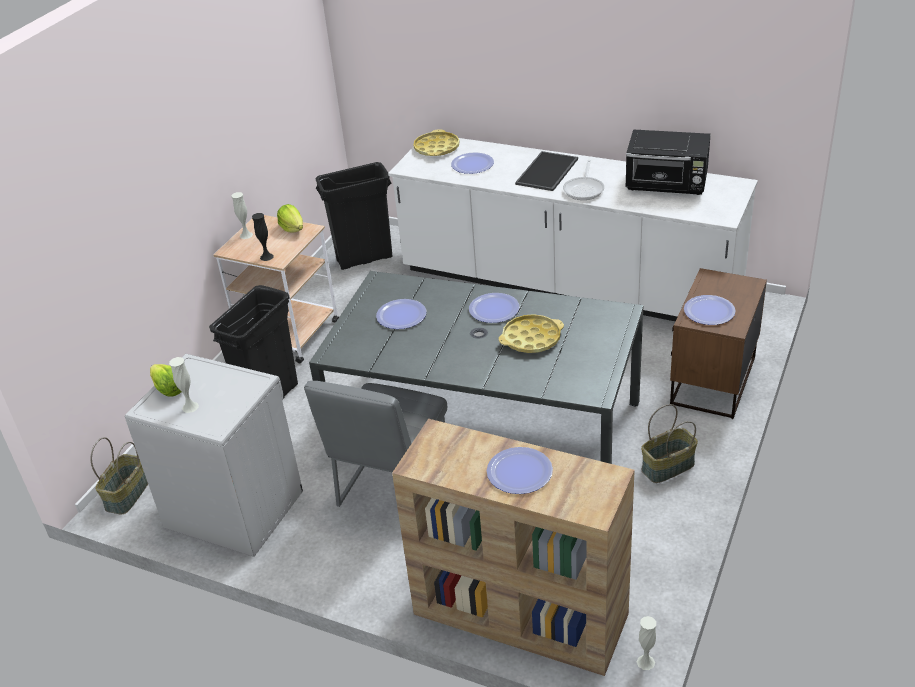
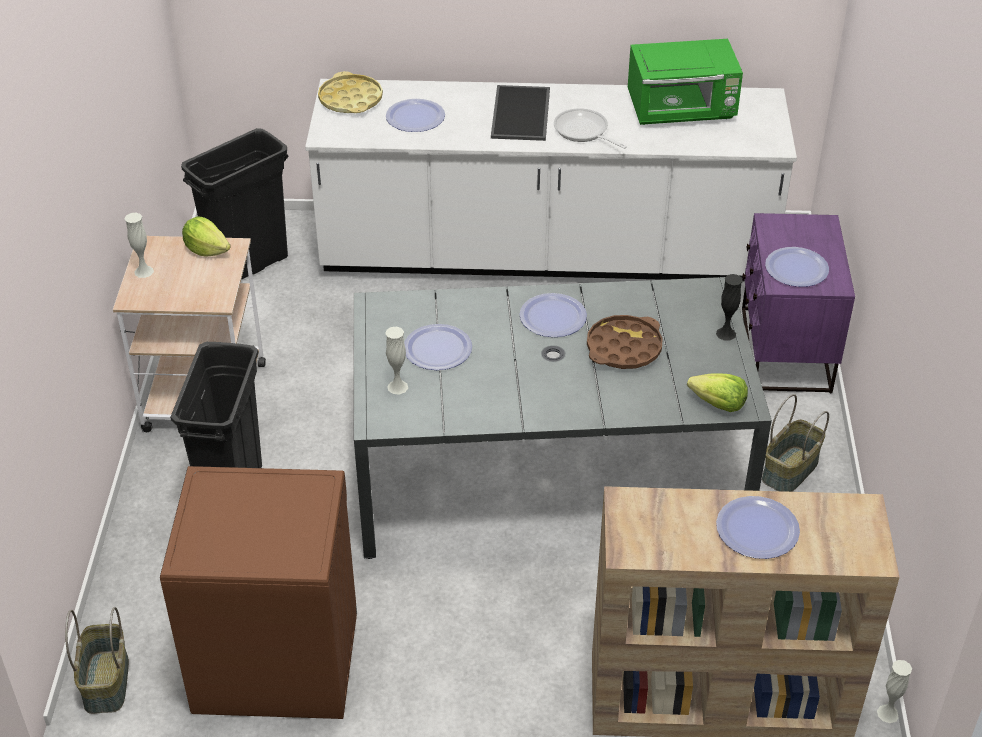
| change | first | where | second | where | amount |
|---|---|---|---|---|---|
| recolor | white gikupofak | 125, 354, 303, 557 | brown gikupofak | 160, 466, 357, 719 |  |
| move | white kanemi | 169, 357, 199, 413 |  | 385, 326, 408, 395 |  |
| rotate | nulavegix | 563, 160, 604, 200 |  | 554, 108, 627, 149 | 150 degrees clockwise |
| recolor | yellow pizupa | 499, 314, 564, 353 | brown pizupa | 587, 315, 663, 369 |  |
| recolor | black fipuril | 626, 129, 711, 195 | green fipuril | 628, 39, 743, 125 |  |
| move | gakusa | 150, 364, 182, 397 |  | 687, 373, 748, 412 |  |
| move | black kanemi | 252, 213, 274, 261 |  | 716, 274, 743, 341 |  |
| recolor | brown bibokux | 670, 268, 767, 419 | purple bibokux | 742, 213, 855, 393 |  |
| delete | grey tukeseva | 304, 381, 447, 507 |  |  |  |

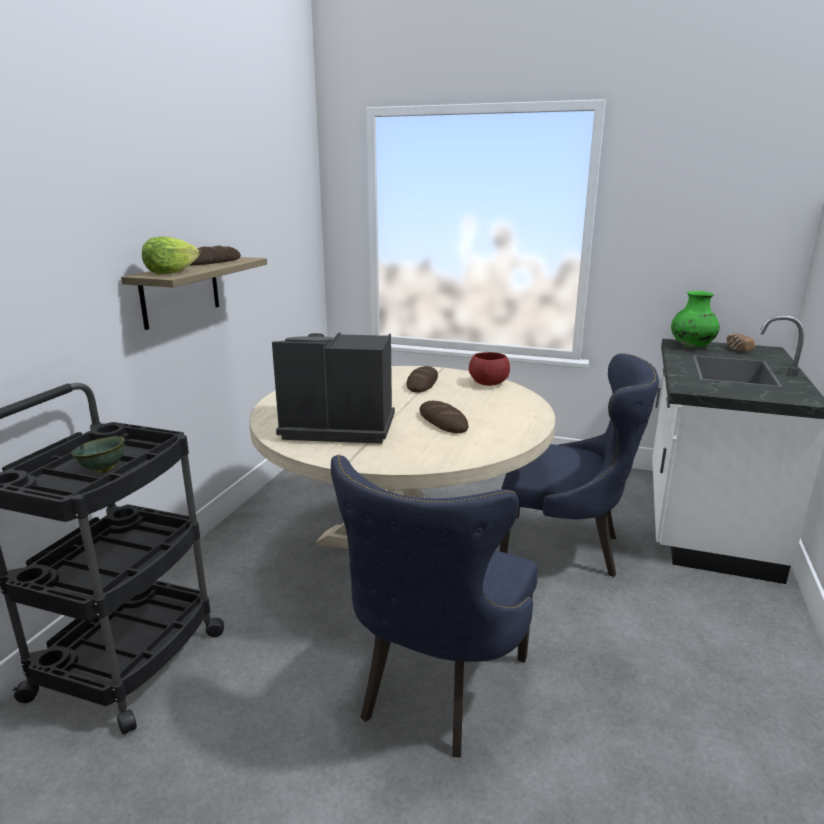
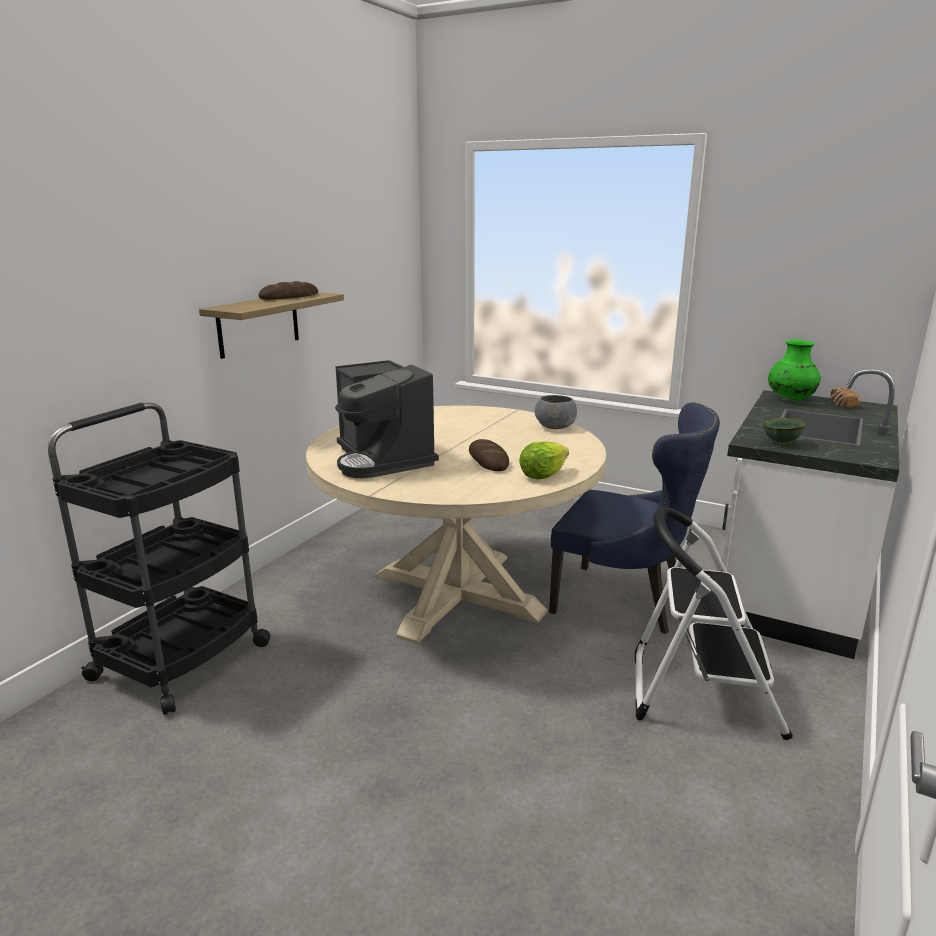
| change | first | where | second | where | amount |
|---|---|---|---|---|---|
| rotate | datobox | 272, 333, 395, 444 |  | 335, 360, 439, 478 | 135 degrees counterclockwise |
| move | gakusa | 142, 237, 200, 274 |  | 519, 441, 569, 479 |  |
| recolor | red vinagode | 469, 352, 510, 386 | grey vinagode | 535, 395, 577, 429 |  |
| insert |  |  | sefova | 635, 507, 793, 740 |  |
| move | green vinagode | 71, 436, 125, 473 |  | 763, 418, 806, 445 |  |
| delete | blue tukeseva | 331, 455, 538, 758 |  |  |  |
| delete | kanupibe | 406, 366, 438, 393 |  |  |  |

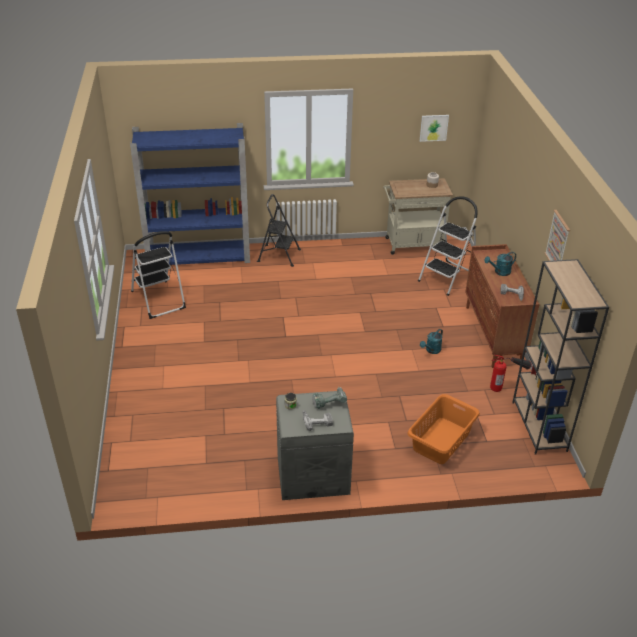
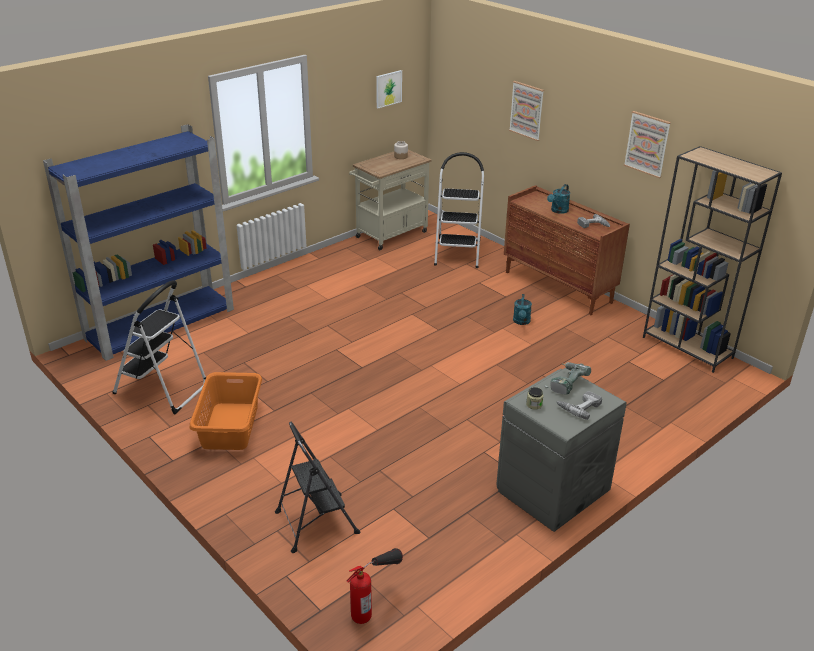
| change | first | where | second | where | amount |
|---|---|---|---|---|---|
| move | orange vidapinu | 407, 394, 480, 464 |  | 190, 372, 262, 450 |  |
| move | black sefova | 257, 194, 301, 267 |  | 275, 422, 360, 553 |  |
| move | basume | 490, 355, 532, 392 |  | 346, 548, 403, 624 |  |
| insert |  |  | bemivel | 509, 81, 544, 141 |  |

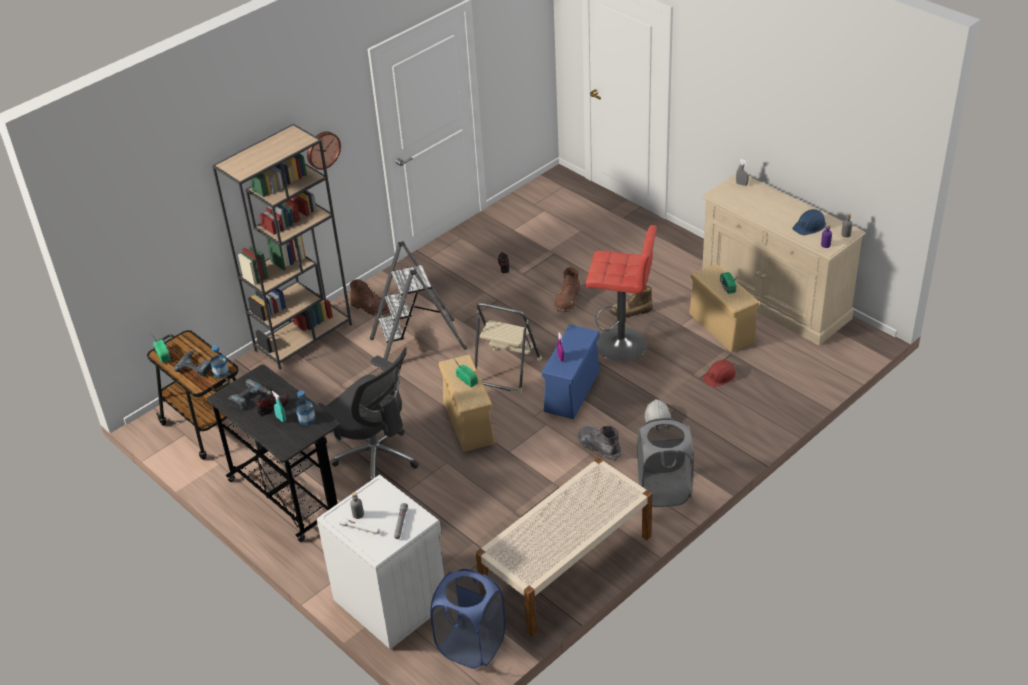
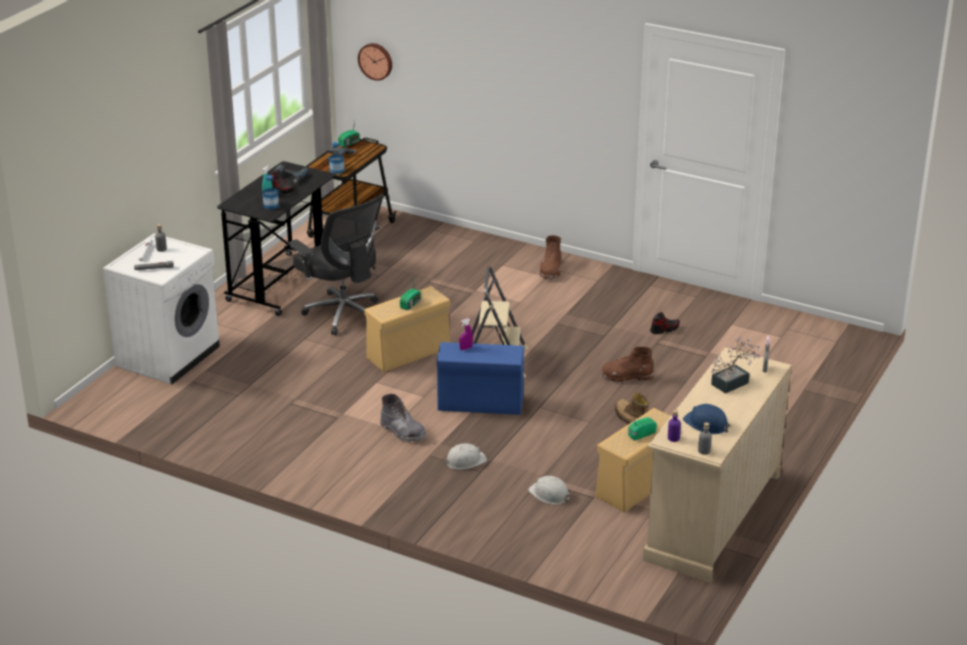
| change | first | where | second | where | amount |
|---|---|---|---|---|---|
| rotate | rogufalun | 317, 347, 419, 480 |  | 288, 194, 384, 335 | 60 degrees counterclockwise |
| move | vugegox | 307, 131, 341, 170 |  | 358, 43, 392, 81 |  |
| rotate | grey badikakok | 578, 425, 622, 461 |  | 380, 394, 426, 443 | 105 degrees clockwise |
| recolor | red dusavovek | 702, 360, 736, 387 | white dusavovek | 528, 476, 571, 505 |  |
| insert |  |  | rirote | 711, 337, 761, 394 |  |
| delete | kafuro | 212, 124, 352, 370 |  |  |  |
| delete | grey sefova | 370, 241, 467, 370 |  |  |  |
| delete | blue vidapinu | 430, 569, 506, 669 |  |  |  |
| delete | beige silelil | 475, 457, 652, 637 |  |  |  |
| delete | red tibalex | 585, 225, 657, 362 |  |  |  |
| delete | grey vidapinu | 637, 418, 694, 507 |  |  |  |

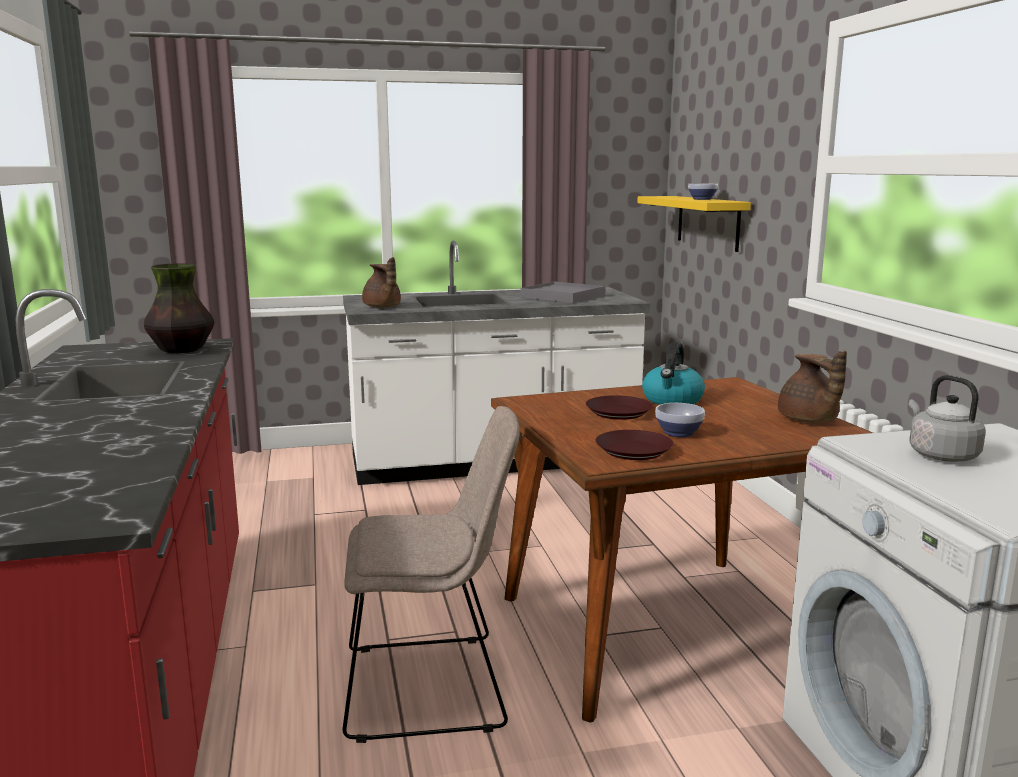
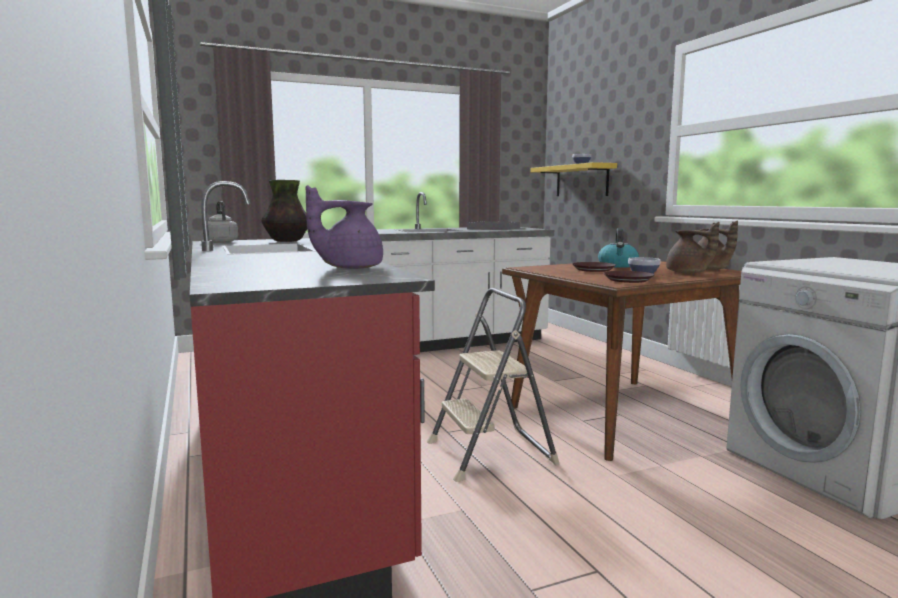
| change | first | where | second | where | amount |
|---|---|---|---|---|---|
| move | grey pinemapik | 909, 375, 986, 462 |  | 203, 201, 238, 243 |  |
| insert |  |  | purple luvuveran | 306, 185, 383, 269 |  |
| replace | beige tukeseva | 342, 406, 520, 743 | beige sefova | 427, 288, 559, 482 |  |
| move | brown luvuveran | 362, 257, 401, 308 |  | 666, 222, 719, 273 |  |

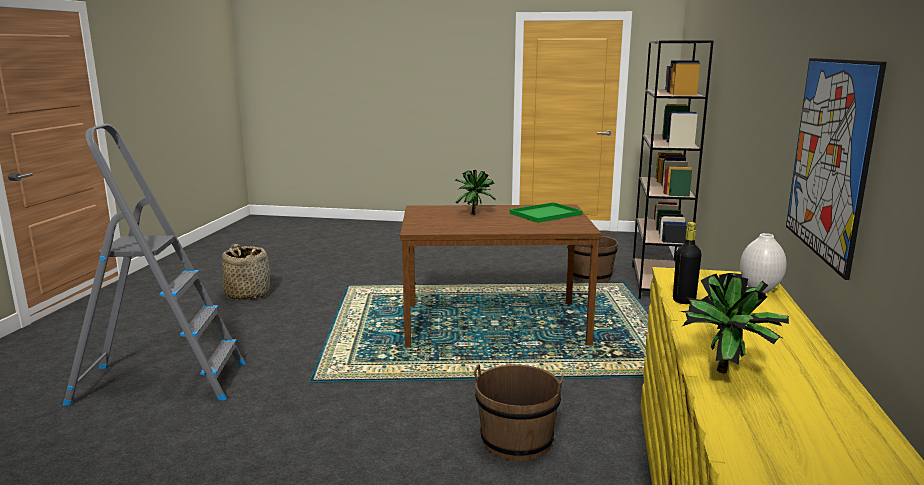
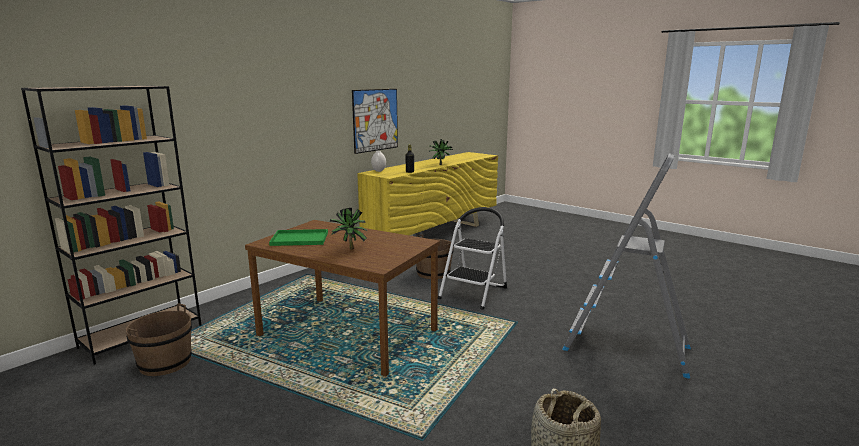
| change | first | where | second | where | amount |
|---|---|---|---|---|---|
| insert |  |  | sefova | 438, 207, 507, 310 |  |

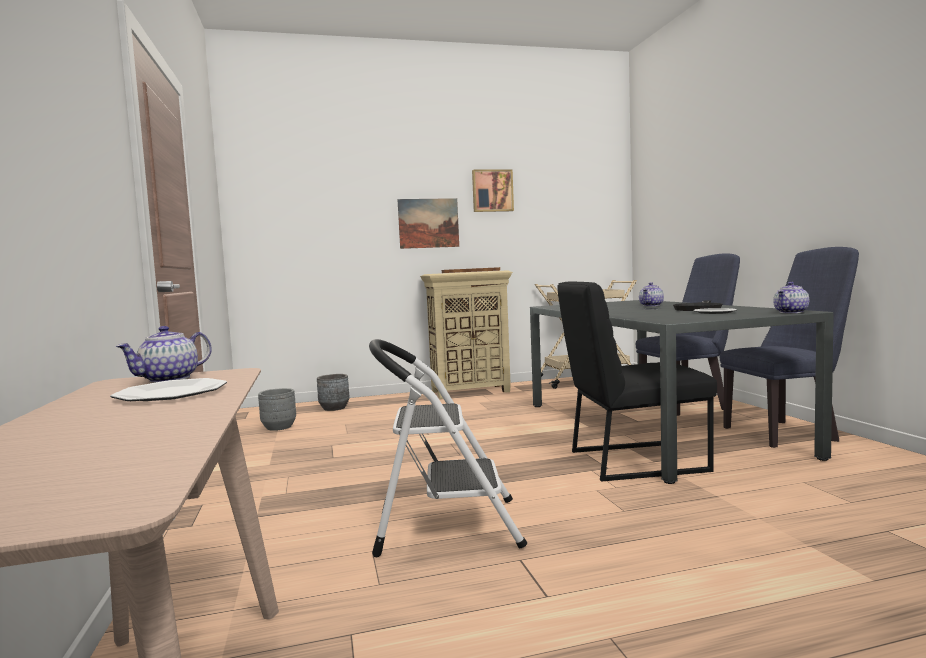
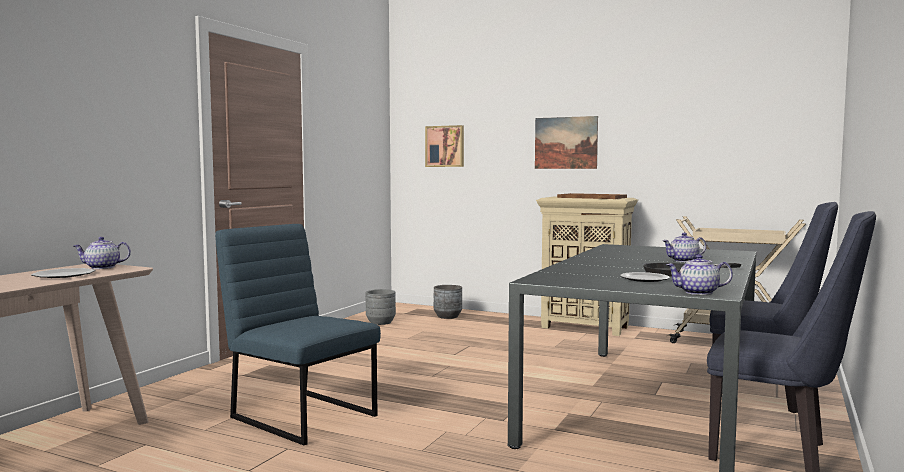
| change | first | where | second | where | amount |
|---|---|---|---|---|---|
| replace | sefova | 369, 339, 527, 557 | blue tukeseva | 215, 224, 381, 445 |  |
| move | bemivel | 472, 169, 514, 212 |  | 425, 125, 464, 167 |  |
| delete | black tukeseva | 557, 282, 717, 481 |  |  |  |

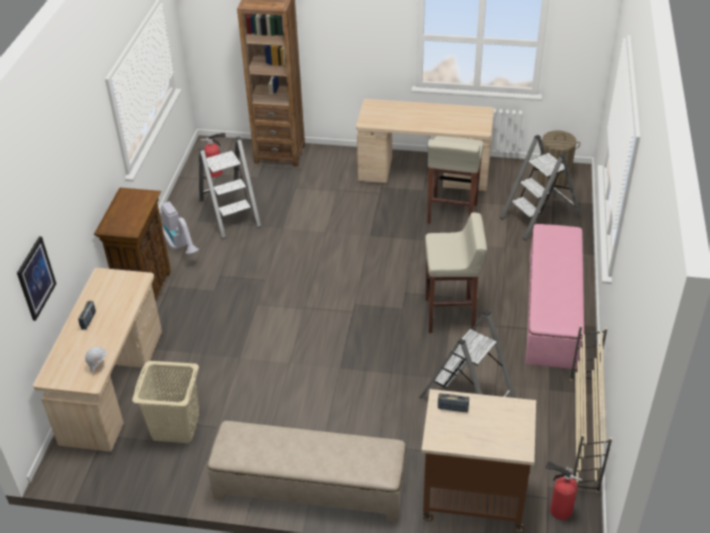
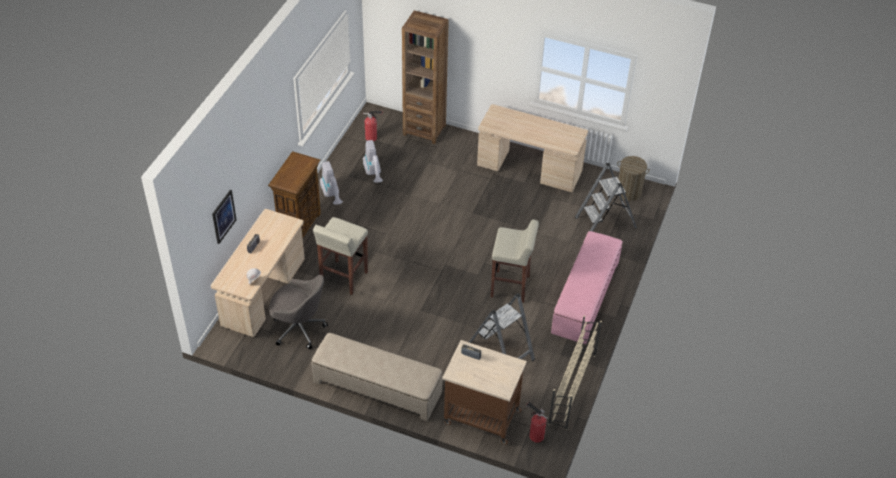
| change | first | where | second | where | amount |
|---|---|---|---|---|---|
| replace | beige vidapinu | 132, 361, 199, 443 | grey rogufalun | 269, 275, 328, 350 |  |
| move | beige tibalex | 427, 136, 484, 224 |  | 313, 217, 368, 295 |  |
| replace | grey sefova | 199, 136, 261, 239 | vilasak | 363, 140, 383, 183 |  |

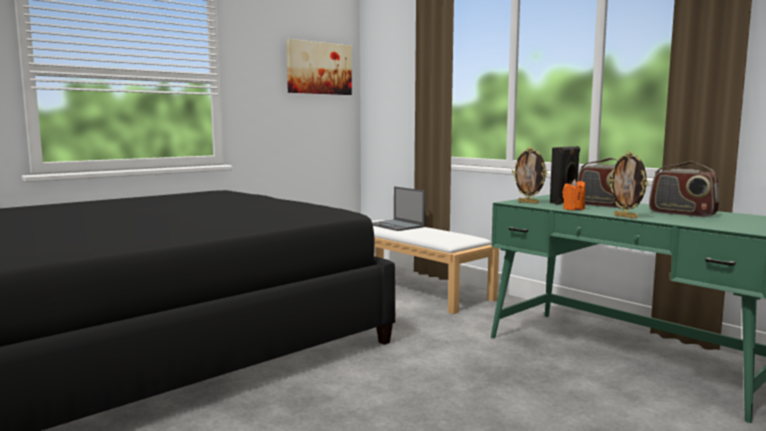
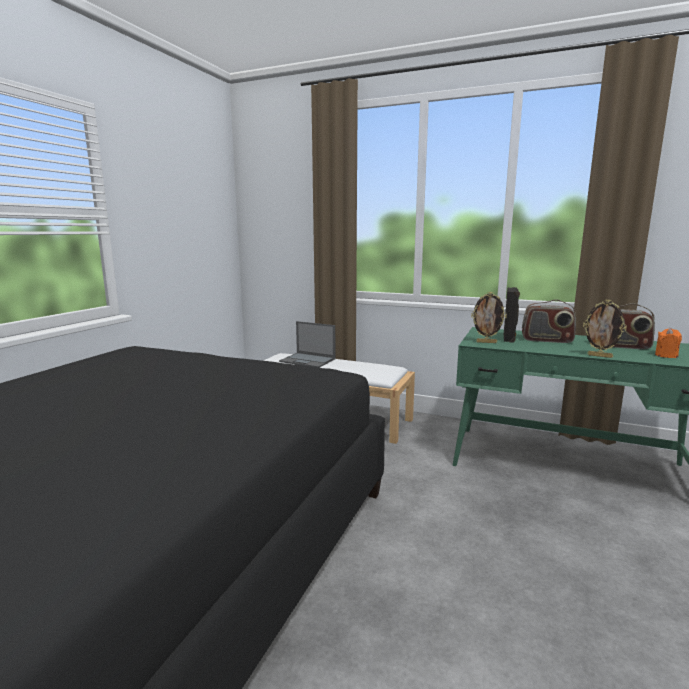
| change | first | where | second | where | amount |
|---|---|---|---|---|---|
| move | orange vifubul | 562, 179, 586, 210 |  | 655, 328, 682, 358 |  |
| delete | bemivel | 286, 39, 352, 95 |  |  |  |

